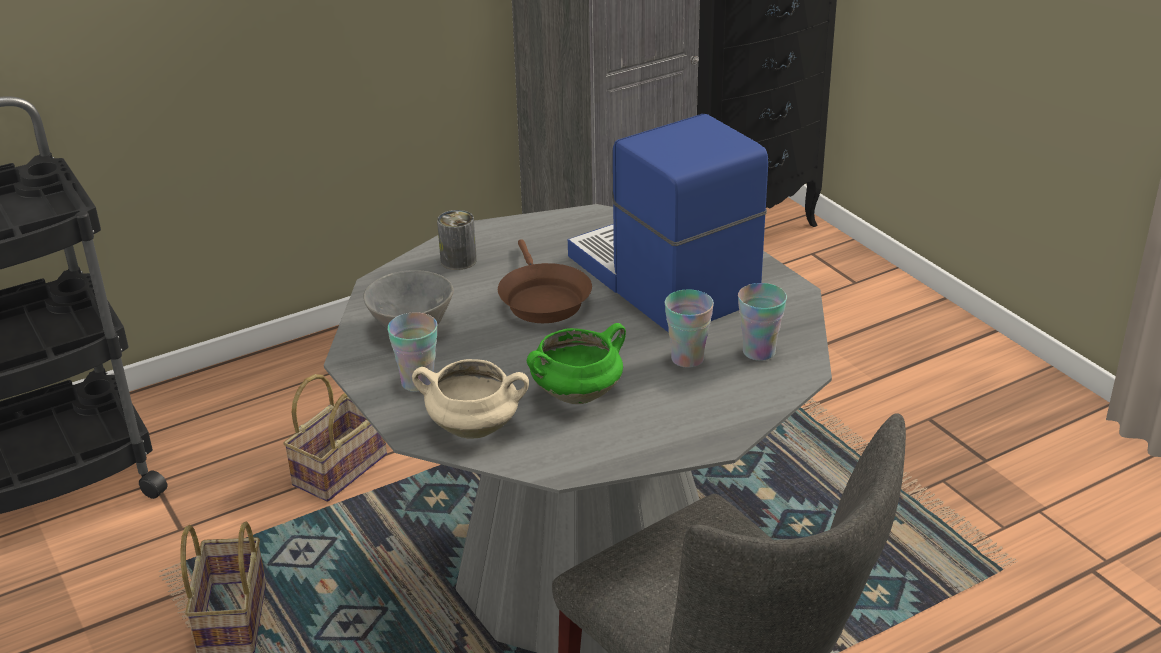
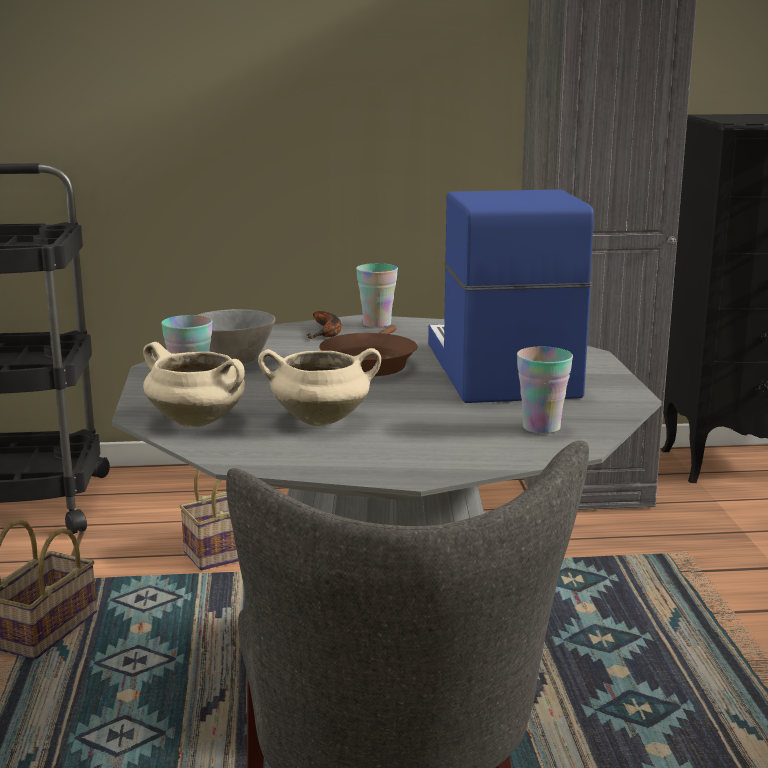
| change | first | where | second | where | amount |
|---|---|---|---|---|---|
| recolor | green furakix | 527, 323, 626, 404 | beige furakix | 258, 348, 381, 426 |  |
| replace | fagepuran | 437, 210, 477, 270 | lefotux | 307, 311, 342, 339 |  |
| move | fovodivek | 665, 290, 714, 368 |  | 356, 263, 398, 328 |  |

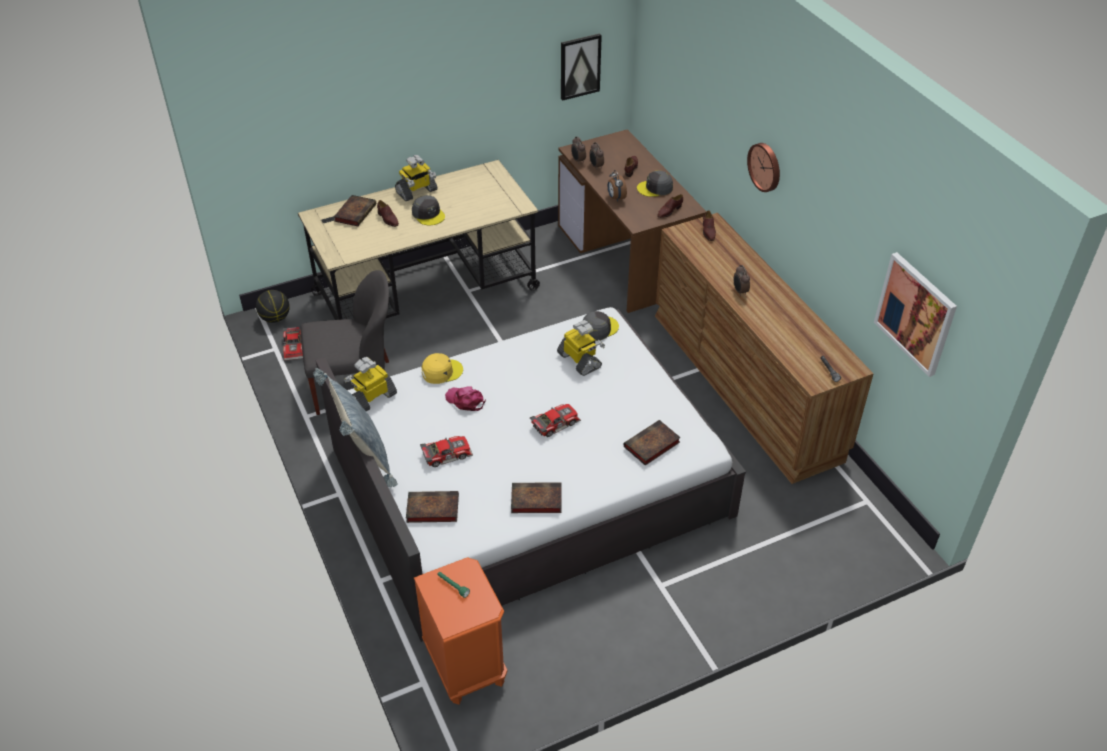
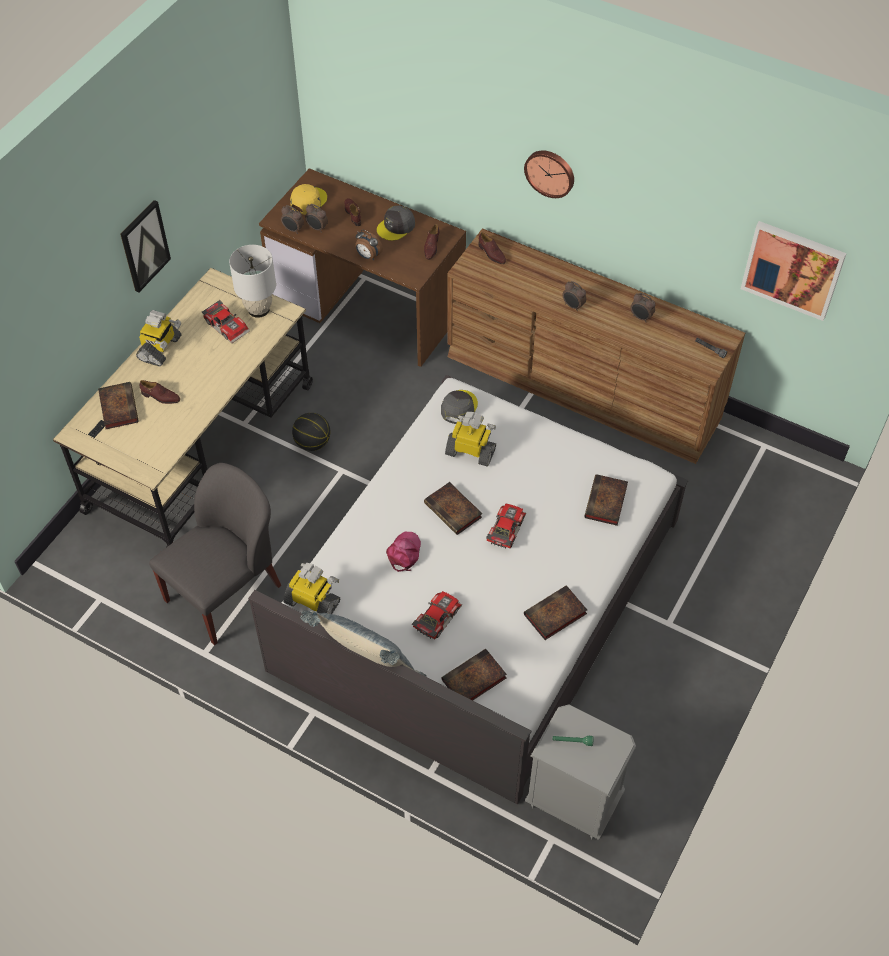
| change | first | where | second | where | amount |
|---|---|---|---|---|---|
| move | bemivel | 561, 34, 602, 101 |  | 120, 200, 171, 292 |  |
| move | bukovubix | 283, 326, 303, 361 |  | 201, 300, 250, 343 |  |
| insert |  |  | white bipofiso | 229, 245, 276, 318 |  |
| rotate | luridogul | 344, 357, 397, 412 |  | 283, 563, 340, 614 | 105 degrees clockwise |
| move | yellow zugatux | 422, 353, 463, 384 |  | 290, 184, 327, 215 |  |
| move | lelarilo | 256, 290, 290, 323 |  | 292, 413, 330, 451 |  |
| rotate | pink zugatux | 445, 386, 486, 411 |  | 386, 532, 421, 572 | 105 degrees clockwise |
| insert |  |  | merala | 424, 482, 482, 535 |  |
| recolor | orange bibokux | 414, 557, 507, 705 | grey bibokux | 525, 704, 636, 840 |  |
| insert |  |  | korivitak | 630, 293, 656, 322 |  |
| delete | grey zugatux | 412, 195, 445, 225 |  |  |  |

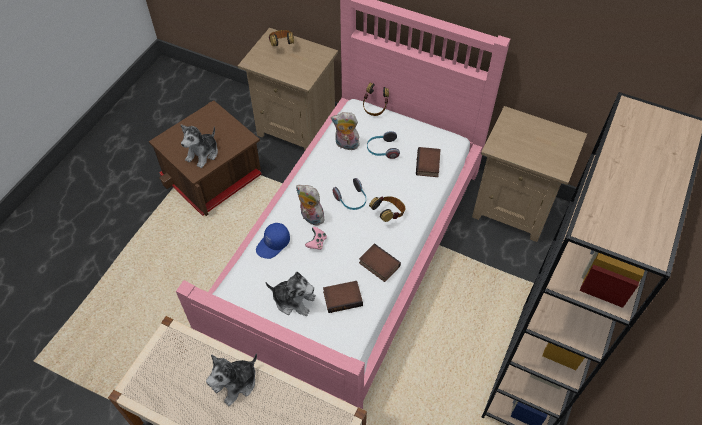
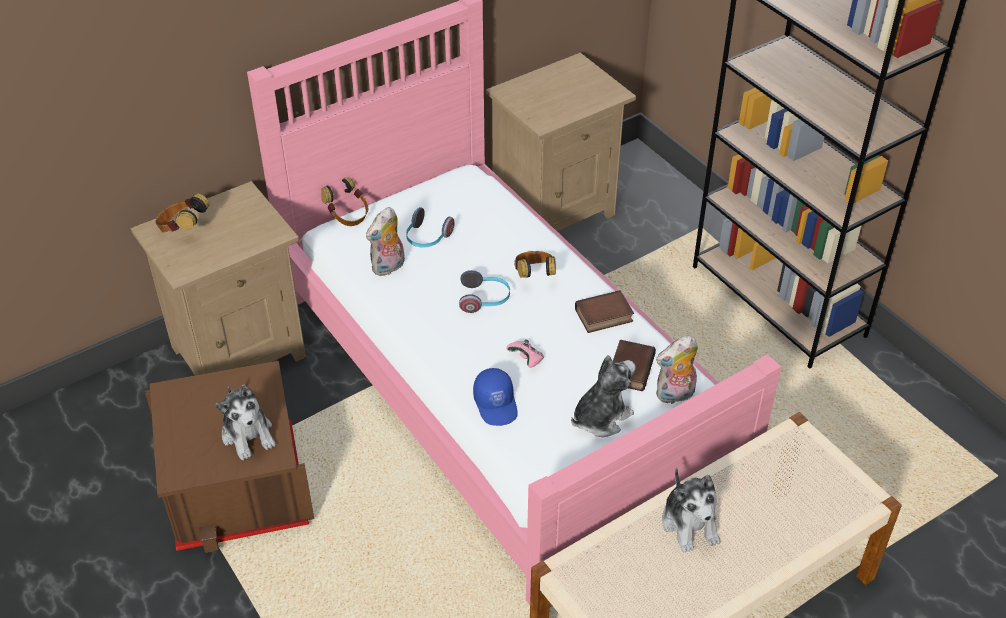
| change | first | where | second | where | amount |
|---|---|---|---|---|---|
| move | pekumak | 296, 185, 324, 225 |  | 656, 335, 698, 404 |  |
| delete | merala | 416, 147, 440, 177 |  |  |  |

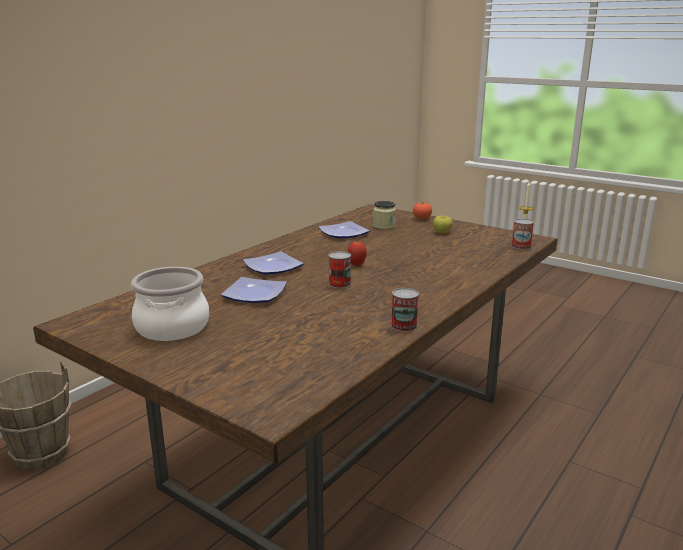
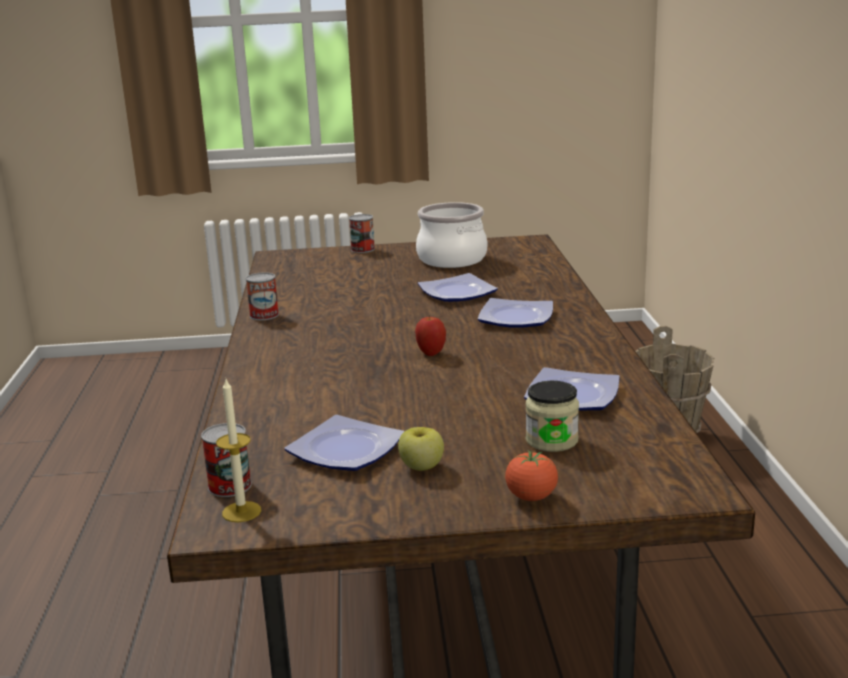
| change | first | where | second | where | amount |
|---|---|---|---|---|---|
| insert |  |  | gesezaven | 284, 415, 404, 471 |  |
| move | fagepuran | 328, 251, 351, 288 |  | 349, 214, 375, 253 |  |

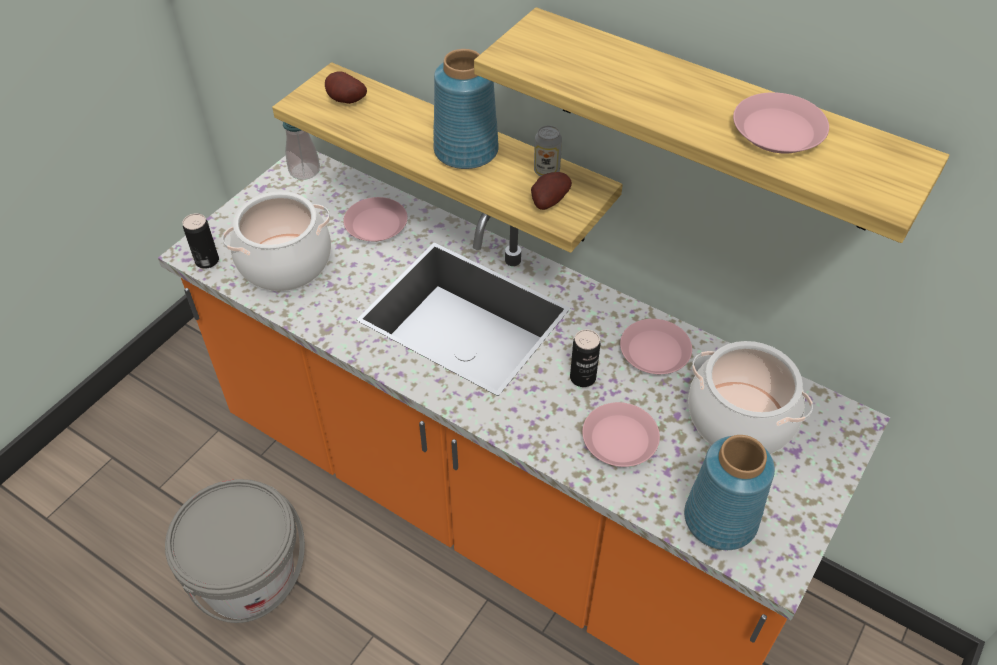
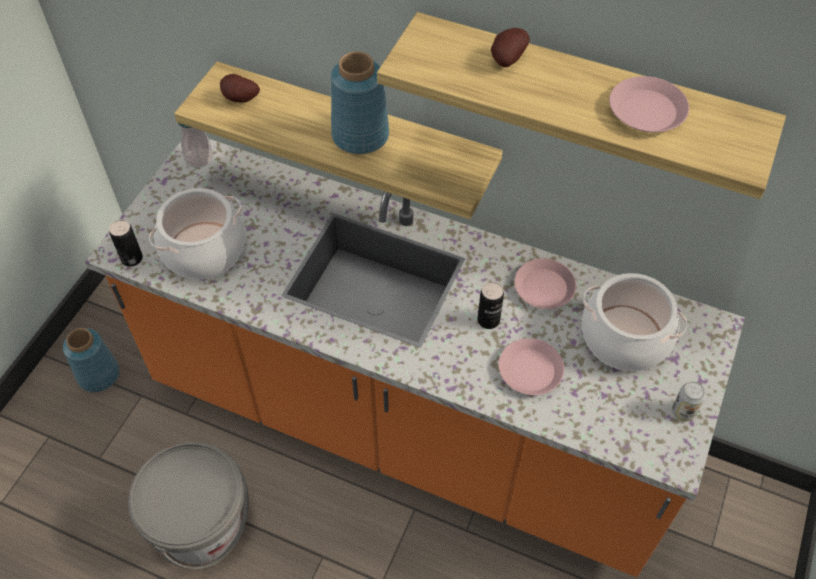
| change | first | where | second | where | amount |
|---|---|---|---|---|---|
| move | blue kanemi | 684, 435, 775, 550 |  | 63, 328, 119, 392 |  |
| move | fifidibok | 531, 172, 572, 210 |  | 491, 28, 530, 67 |  |
| move | fagepuran | 534, 126, 562, 176 |  | 672, 382, 706, 421 |  |
| delete | pink gesezaven | 343, 197, 407, 241 |  |  |  |

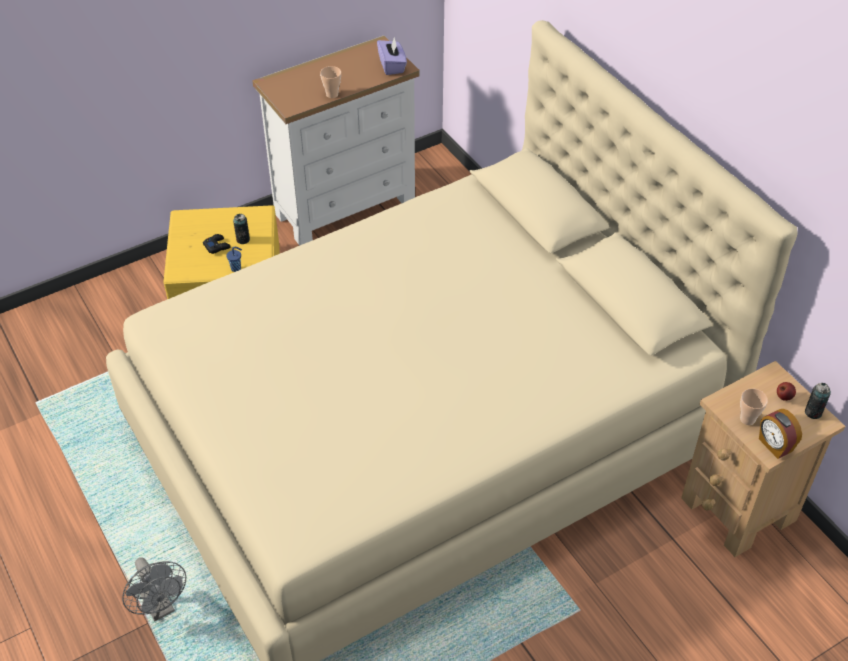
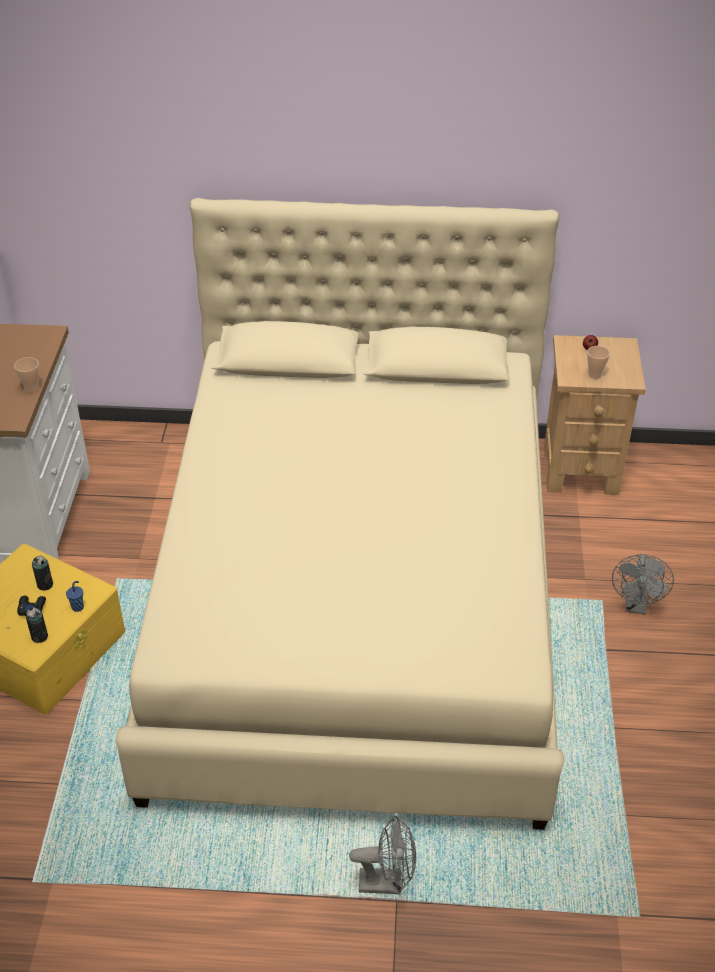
| change | first | where | second | where | amount |
|---|---|---|---|---|---|
| move | fagepuran | 805, 383, 831, 419 |  | 26, 607, 48, 643 |  |
| insert |  |  | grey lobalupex | 612, 554, 674, 615 |  |
| delete | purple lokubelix | 377, 36, 407, 75 |  |  |  |
| delete | korivitak | 759, 409, 802, 459 |  |  |  |

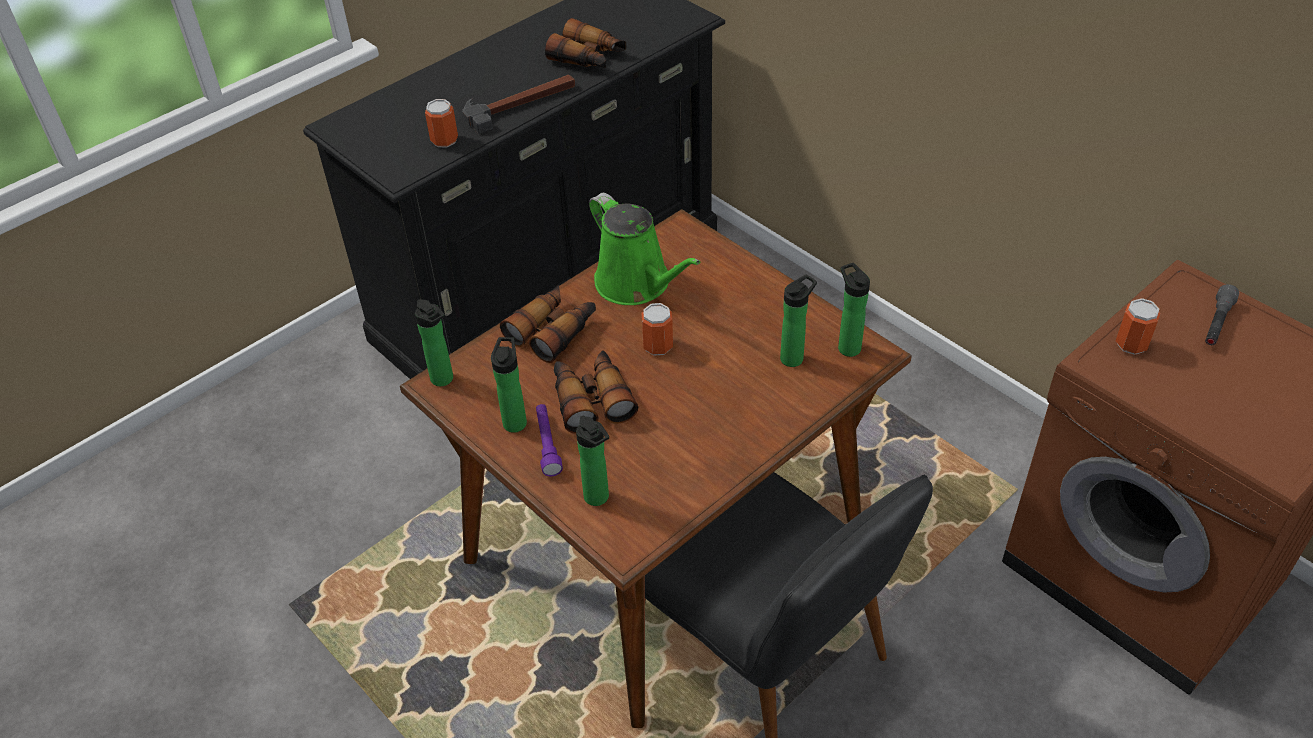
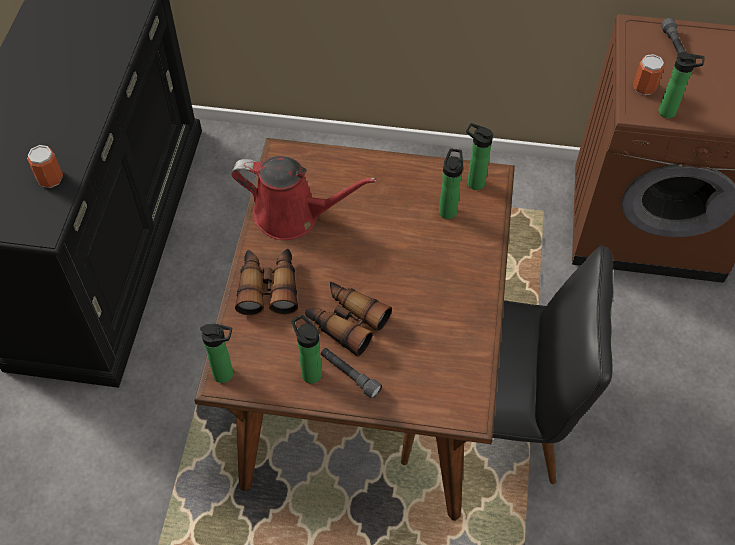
| change | first | where | second | where | amount |
|---|---|---|---|---|---|
| recolor | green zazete | 589, 193, 700, 305 | red zazete | 231, 156, 376, 240 |  |
| recolor | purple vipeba | 536, 404, 563, 476 | grey vipeba | 321, 348, 382, 399 |  |
| move | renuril | 576, 416, 609, 506 |  | 658, 52, 705, 118 |  |
| delete | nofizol | 462, 75, 575, 134 |  |  |  |
| delete | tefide | 545, 18, 626, 68 |  |  |  |
| delete | fagepuran | 642, 303, 673, 356 |  |  |  |

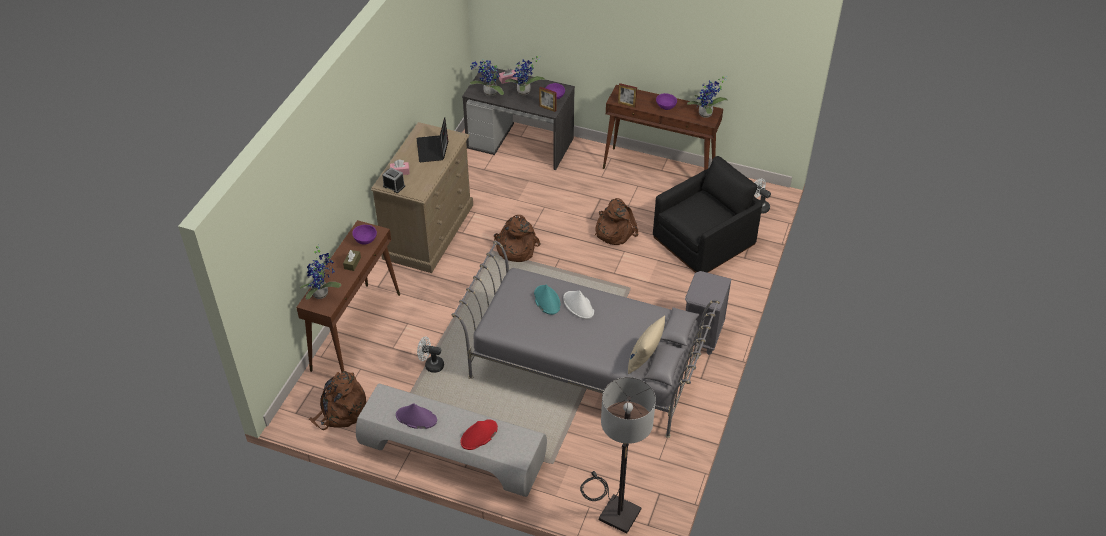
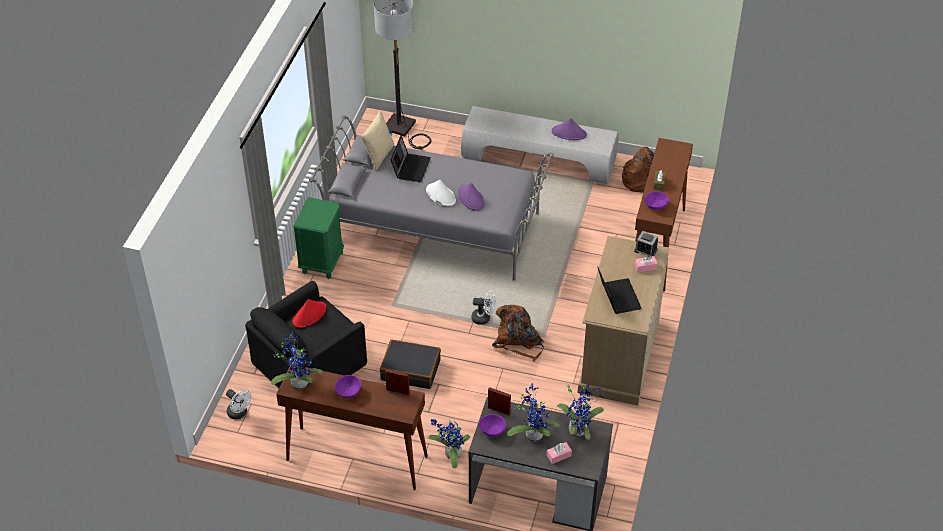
| change | first | where | second | where | amount |
|---|---|---|---|---|---|
| move | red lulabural | 461, 420, 498, 450 |  | 292, 299, 327, 328 |  |
| recolor | grey bibokux | 685, 271, 732, 355 | green bibokux | 293, 197, 344, 279 |  |
| replace | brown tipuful | 595, 198, 638, 245 | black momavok | 380, 340, 441, 389 |  |
| insert |  |  | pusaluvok | 391, 136, 431, 182 |  |
| move | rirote | 300, 244, 341, 300 |  | 428, 419, 470, 468 |  |
| recolor | turquoise lulabural | 534, 284, 560, 315 | purple lulabural | 458, 183, 484, 211 |  |
| move | white lobalupex | 417, 336, 444, 373 |  | 472, 291, 496, 325 |  |

